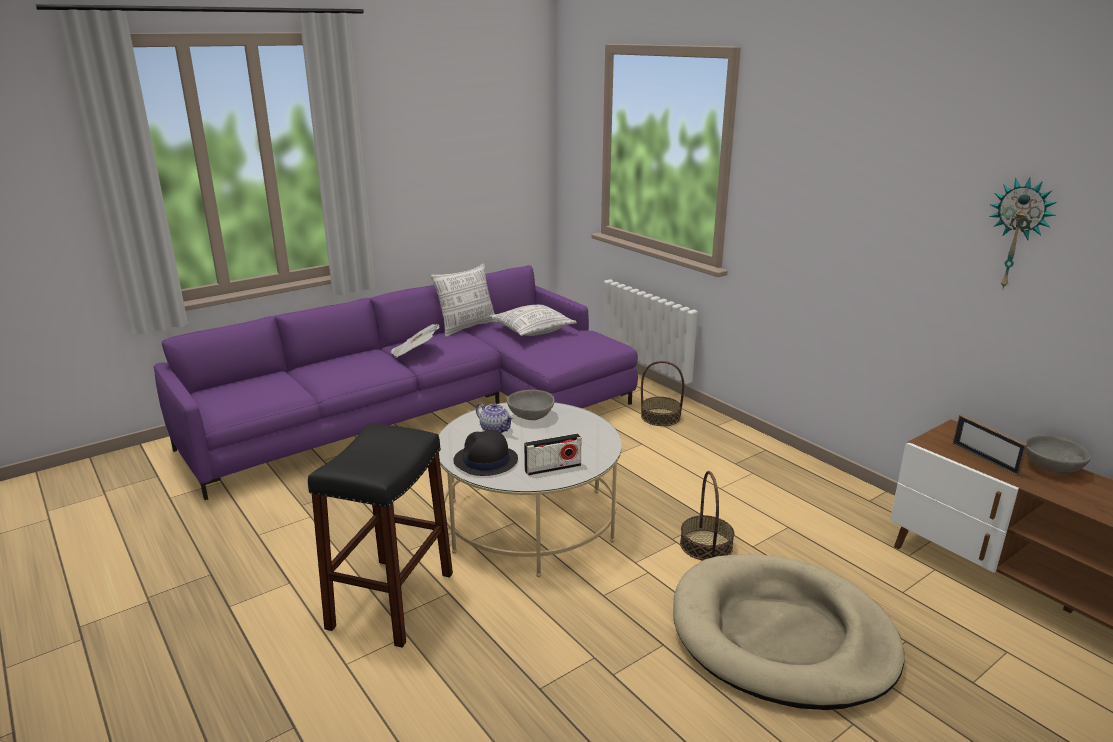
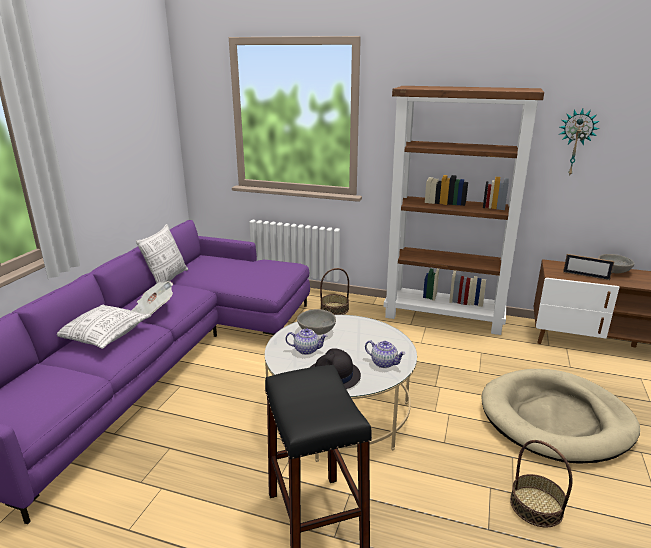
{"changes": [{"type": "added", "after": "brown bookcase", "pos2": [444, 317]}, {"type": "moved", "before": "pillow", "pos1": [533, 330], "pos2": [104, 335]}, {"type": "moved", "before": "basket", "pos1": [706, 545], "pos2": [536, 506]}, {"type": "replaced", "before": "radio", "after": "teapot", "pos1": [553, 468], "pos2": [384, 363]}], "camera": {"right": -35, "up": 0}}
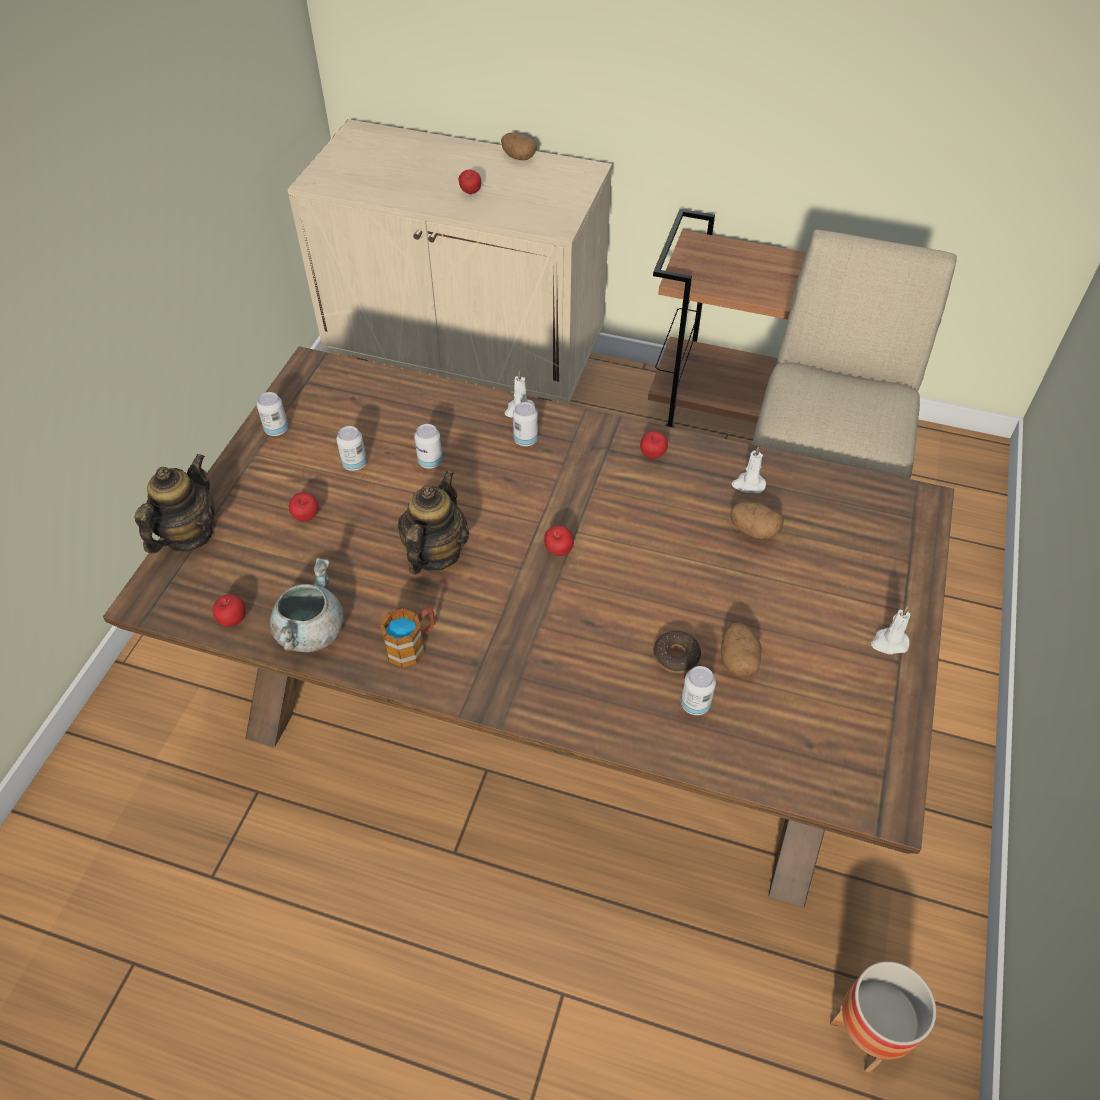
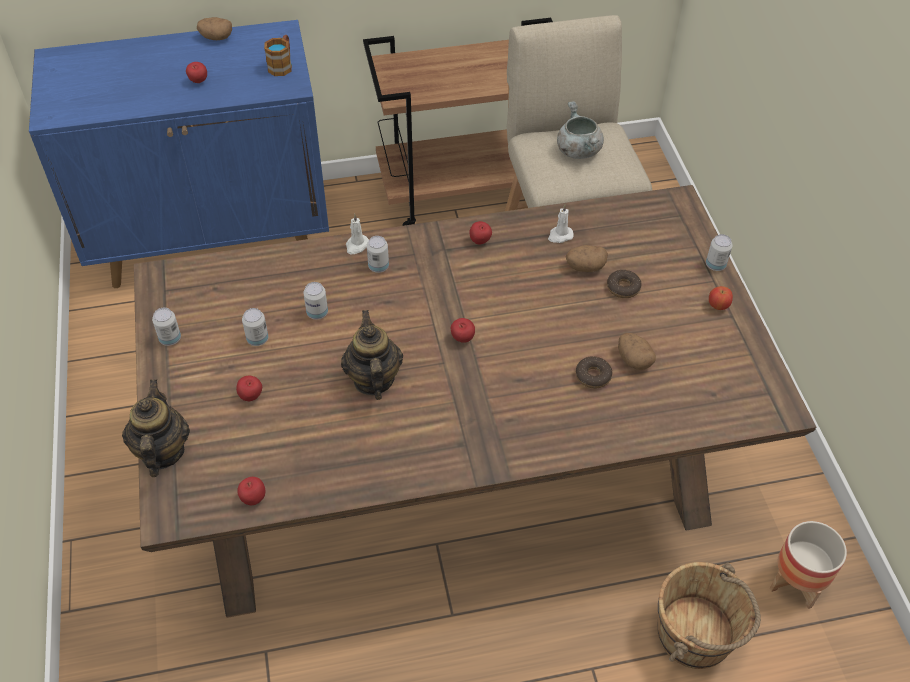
{"changes": [{"type": "added", "after": "donut", "pos2": [623, 287]}, {"type": "added", "after": "brown bucket", "pos2": [695, 634]}, {"type": "moved", "before": "grey cooking pot", "pos1": [310, 631], "pos2": [577, 150]}, {"type": "moved", "before": "mug", "pos1": [412, 645], "pos2": [282, 65]}, {"type": "moved", "before": "can", "pos1": [695, 704], "pos2": [715, 265]}, {"type": "replaced", "before": "white candle", "after": "apple", "pos1": [889, 642], "pos2": [718, 306]}, {"type": "recoloured", "before": "beige cabinet", "after": "blue cabinet", "pos1": [470, 373], "pos2": [213, 238]}], "camera": {"right": -30, "up": 0}}
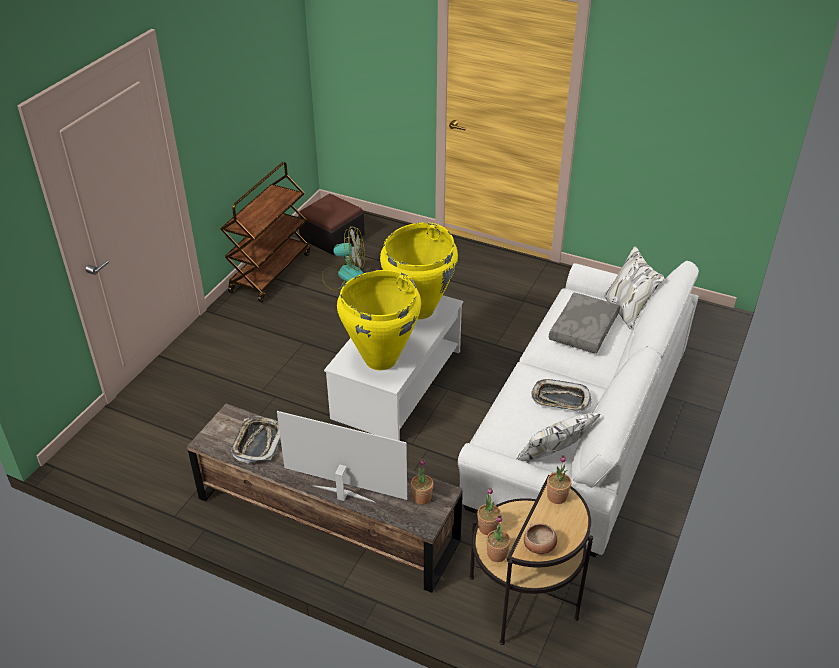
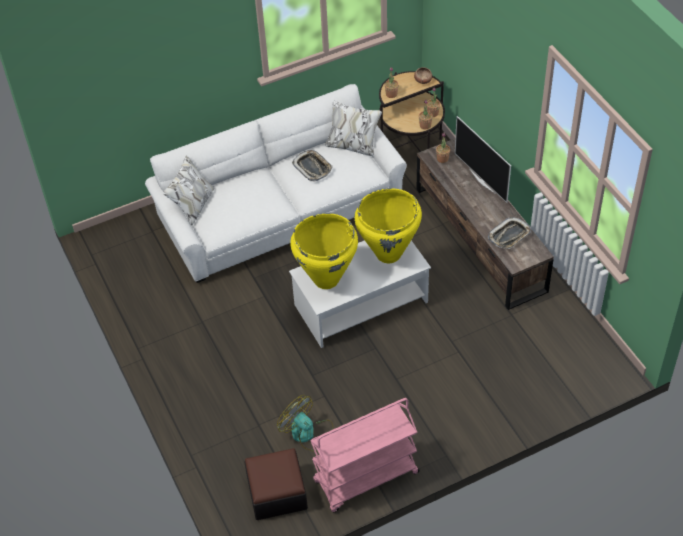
{"changes": [{"type": "removed", "before": "grey pillow", "pos1": [584, 330]}, {"type": "recoloured", "before": "brown cart", "after": "pink cart", "pos1": [270, 272], "pos2": [365, 478]}], "camera": {"right": -140, "up": 10}}
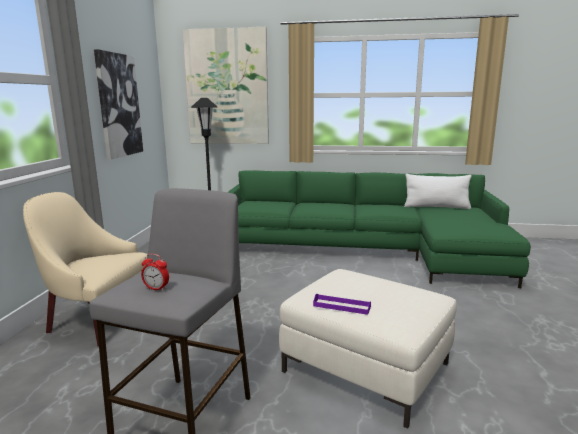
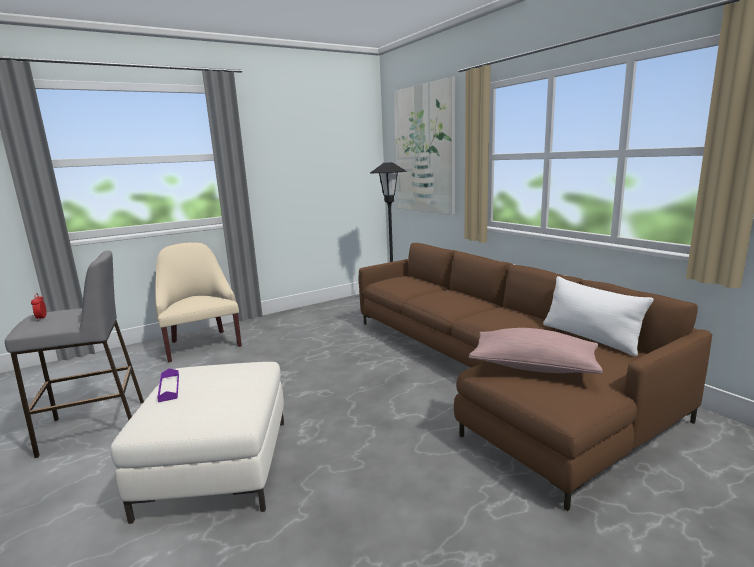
{"changes": [{"type": "removed", "before": "picture", "pos1": [118, 105]}, {"type": "added", "after": "pink pillow", "pos2": [533, 367]}, {"type": "recoloured", "before": "green sofa", "after": "brown sofa", "pos1": [370, 251], "pos2": [491, 372]}], "camera": {"right": 50, "up": 0}}
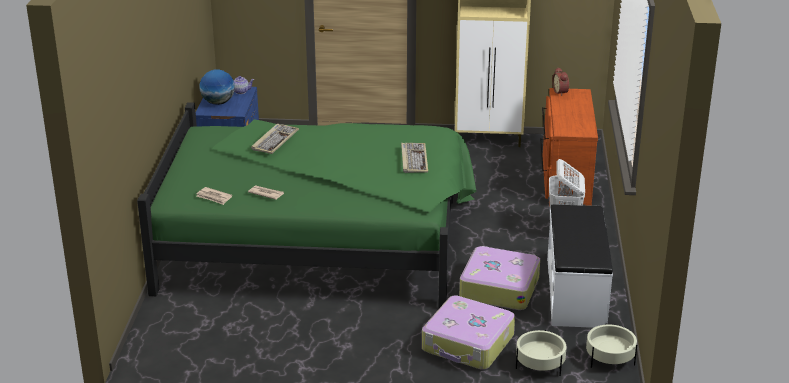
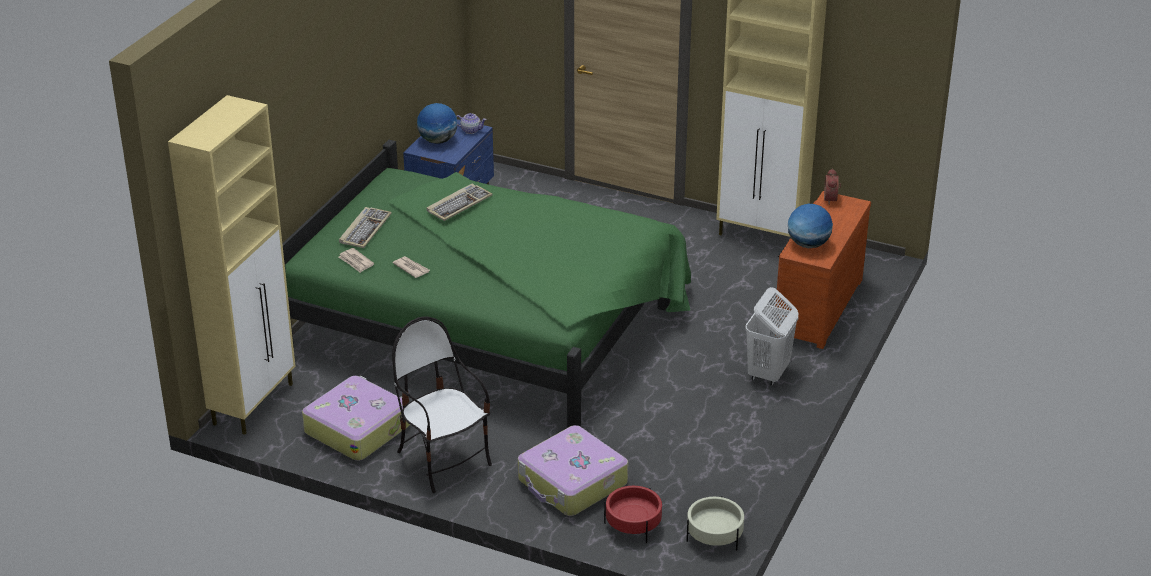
{"changes": [{"type": "removed", "before": "white bench", "pos1": [576, 292]}, {"type": "added", "after": "beige cabinet", "pos2": [254, 403]}, {"type": "added", "after": "chair", "pos2": [443, 460]}, {"type": "added", "after": "globe", "pos2": [808, 244]}, {"type": "moved", "before": "keyboard", "pos1": [413, 159], "pos2": [365, 229]}, {"type": "moved", "before": "suitcase", "pos1": [499, 288], "pos2": [358, 428]}, {"type": "recoloured", "before": "beige planter", "after": "red planter", "pos1": [540, 364], "pos2": [633, 525]}], "camera": {"right": 20, "up": 5}}
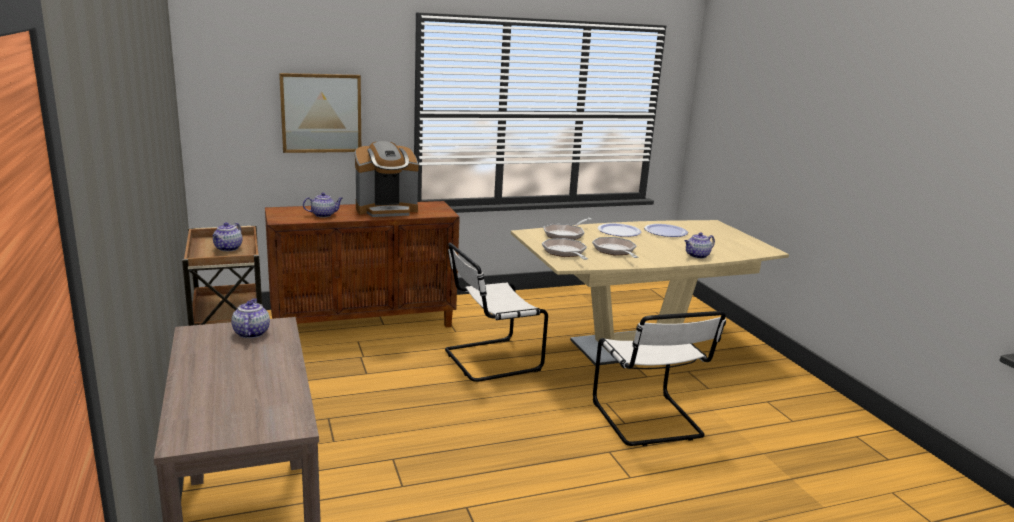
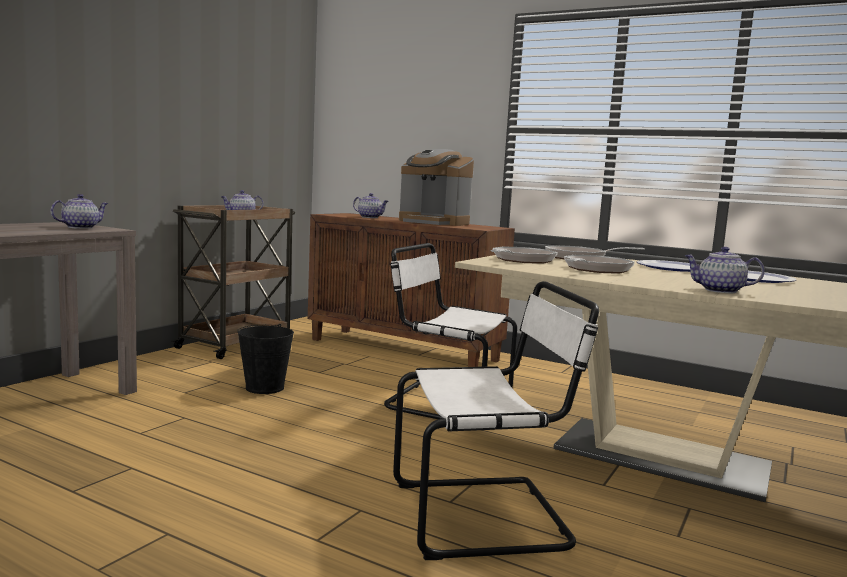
{"changes": [{"type": "removed", "before": "picture", "pos1": [321, 113]}, {"type": "added", "after": "black bucket", "pos2": [265, 388]}, {"type": "turned", "before": "white chair", "pos1": [649, 421], "pos2": [486, 516], "turn": -135}], "camera": {"right": 50, "up": -10}}
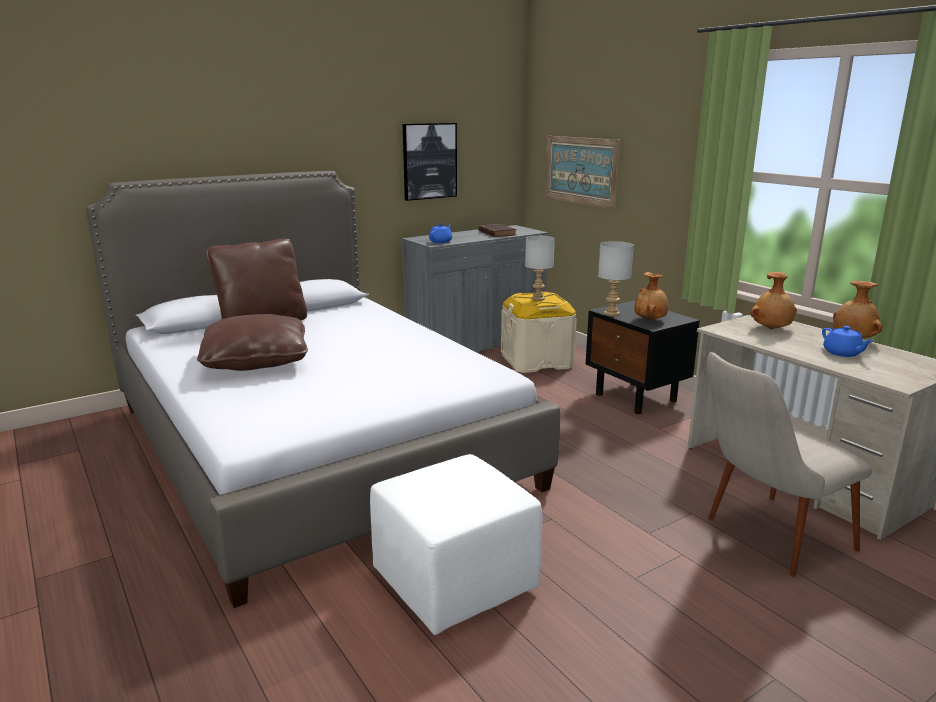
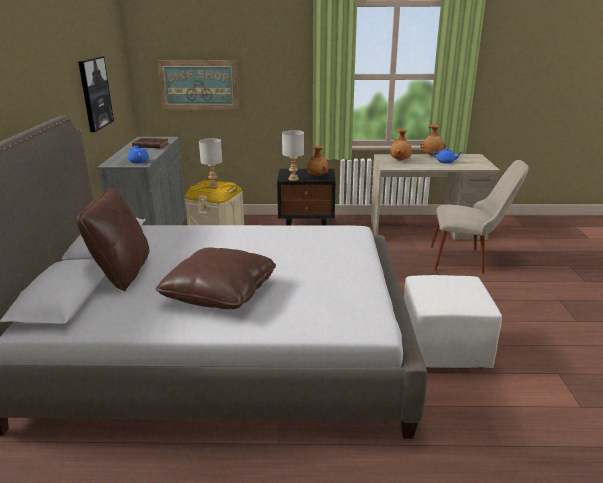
{"changes": [{"type": "turned", "before": "beige chair", "pos1": [764, 539], "pos2": [468, 260], "turn": -90}], "camera": {"right": -55, "up": 5}}
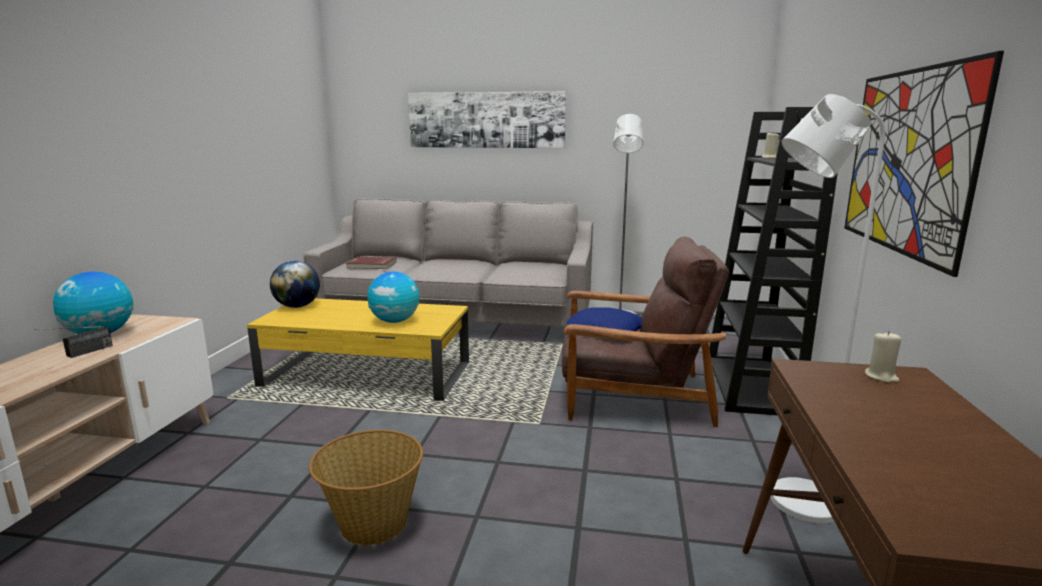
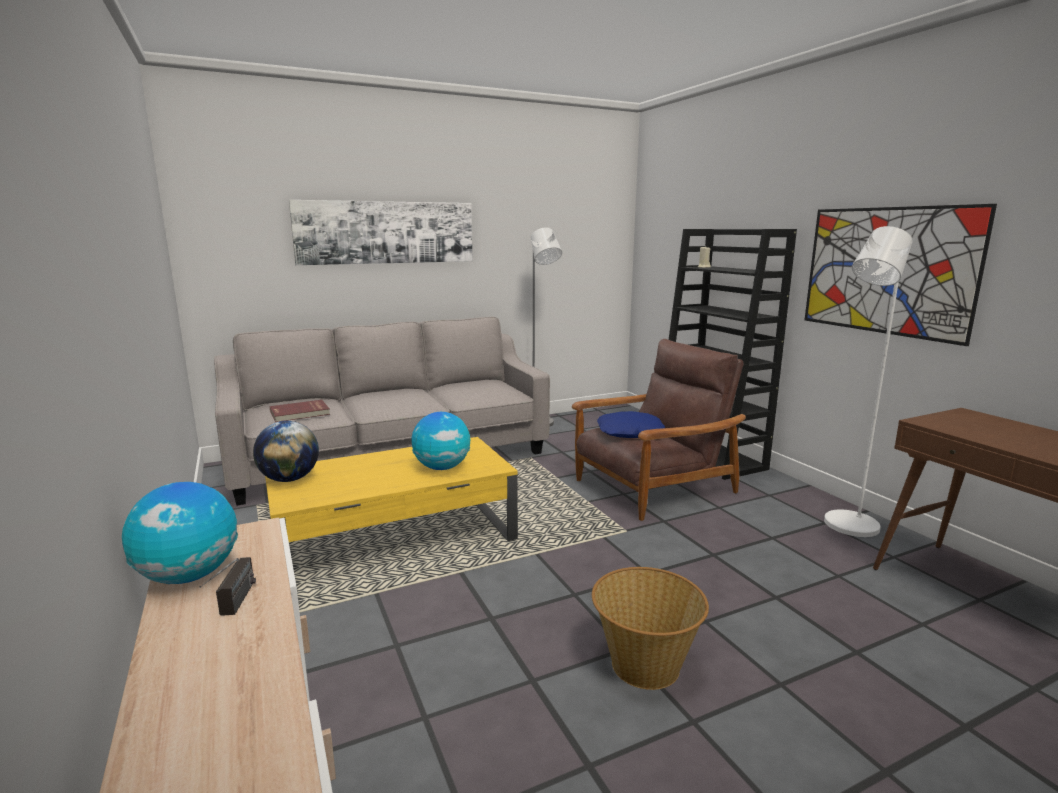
{"changes": [{"type": "removed", "before": "beige candle", "pos1": [881, 377]}], "camera": {"right": -35, "up": 0}}
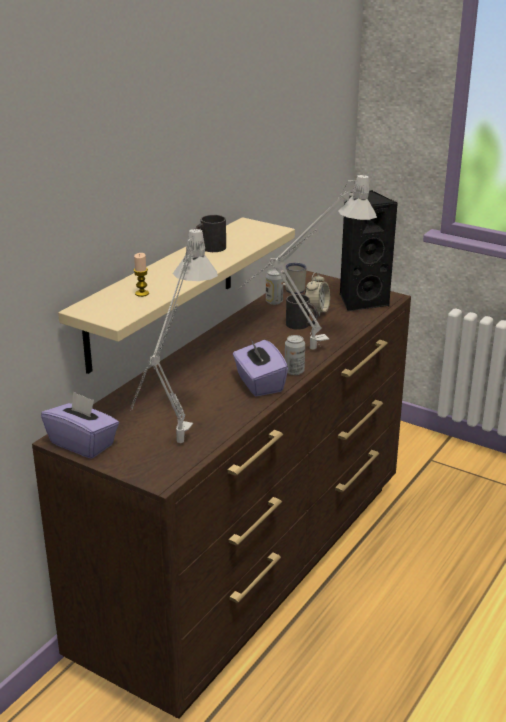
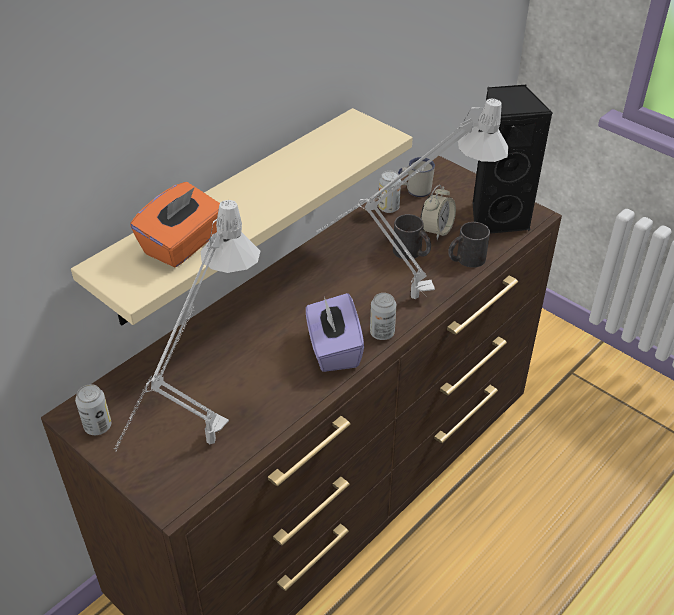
{"changes": [{"type": "moved", "before": "black mug", "pos1": [209, 248], "pos2": [465, 259]}, {"type": "replaced", "before": "purple tissue box", "after": "can", "pos1": [83, 444], "pos2": [98, 426]}, {"type": "replaced", "before": "candle", "after": "orange tissue box", "pos1": [142, 293], "pos2": [182, 245]}], "camera": {"right": 10, "up": 15}}
